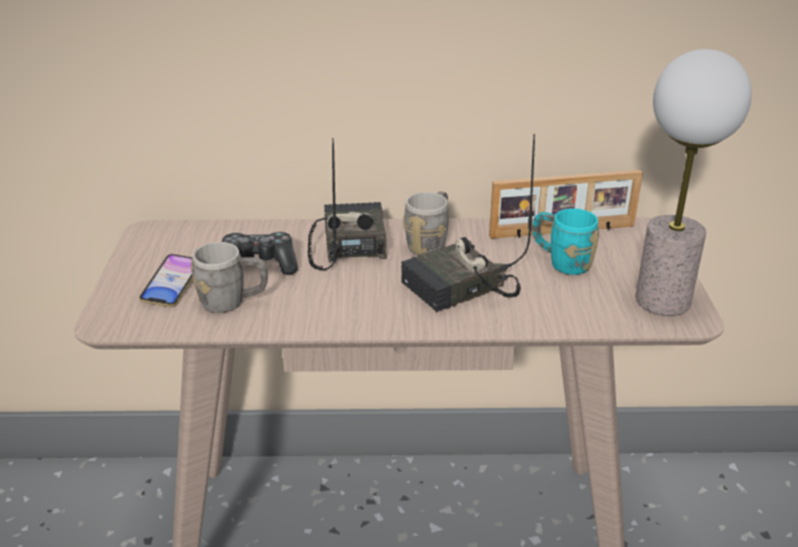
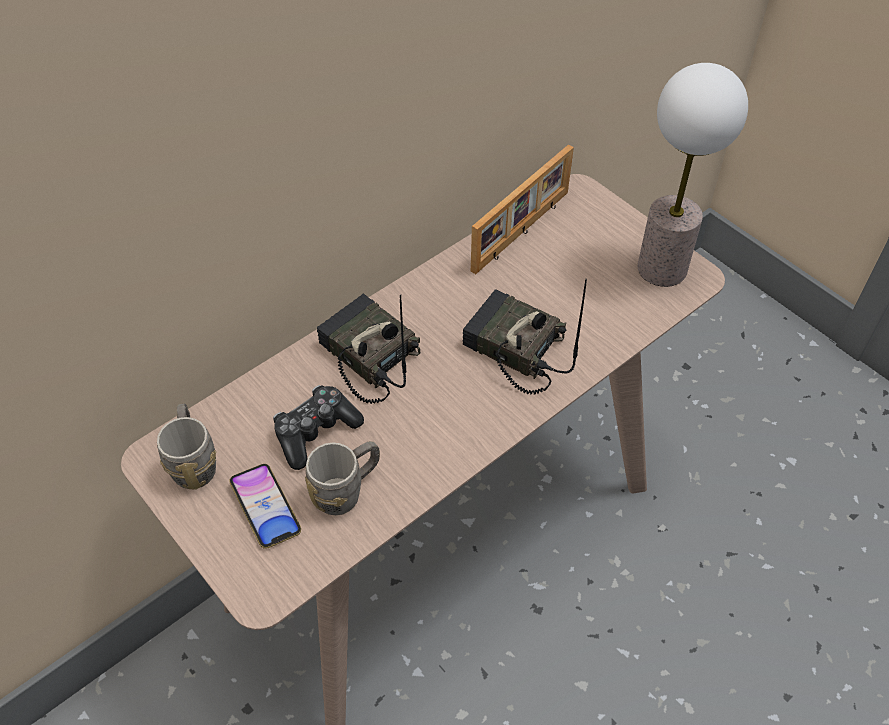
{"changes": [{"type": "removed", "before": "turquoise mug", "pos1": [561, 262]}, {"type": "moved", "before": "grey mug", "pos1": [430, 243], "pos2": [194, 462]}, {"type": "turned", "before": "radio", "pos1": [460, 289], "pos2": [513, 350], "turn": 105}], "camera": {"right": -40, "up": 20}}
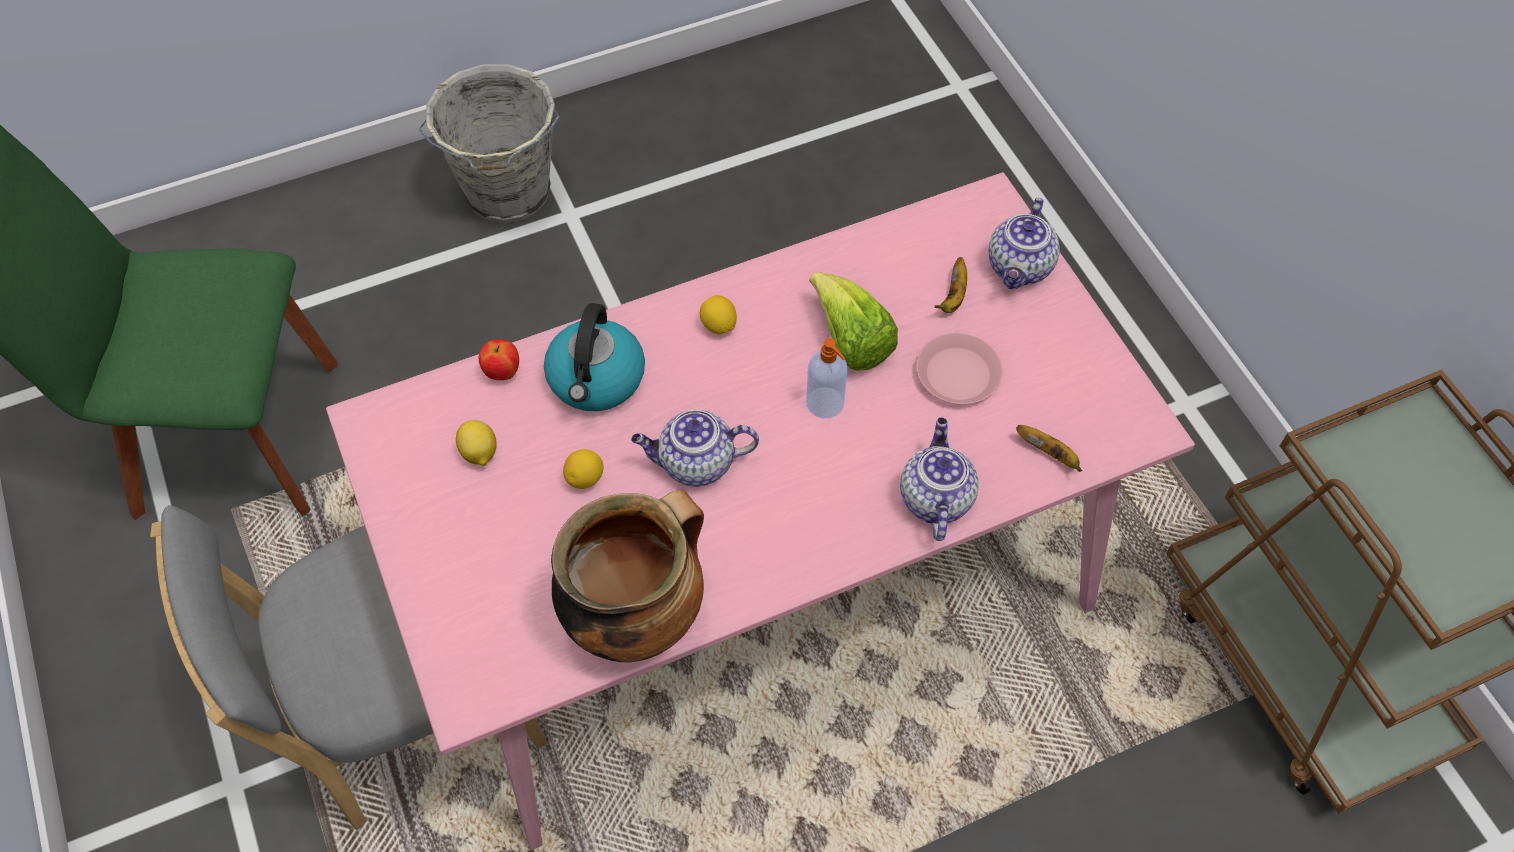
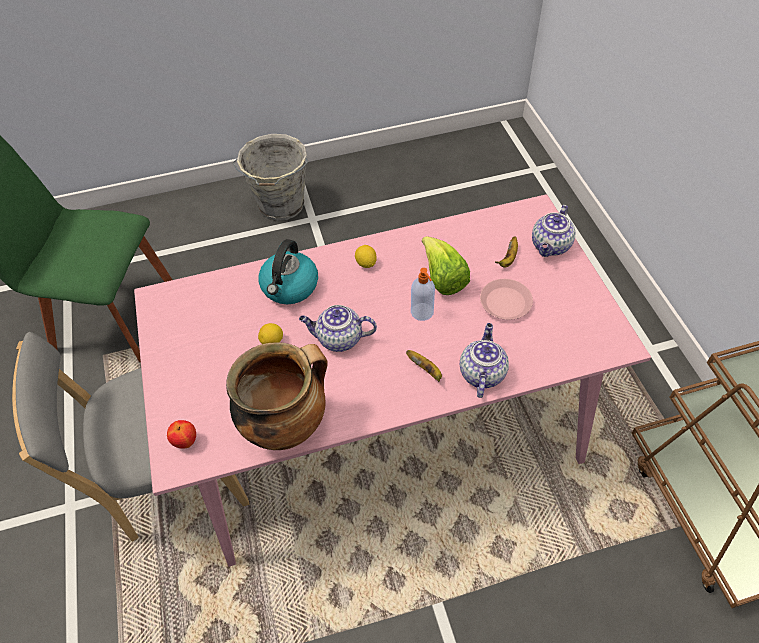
{"changes": [{"type": "removed", "before": "lemon", "pos1": [479, 453]}, {"type": "moved", "before": "apple", "pos1": [502, 373], "pos2": [186, 441]}, {"type": "moved", "before": "banana", "pos1": [1049, 453], "pos2": [426, 370]}], "camera": {"right": 10, "up": -5}}
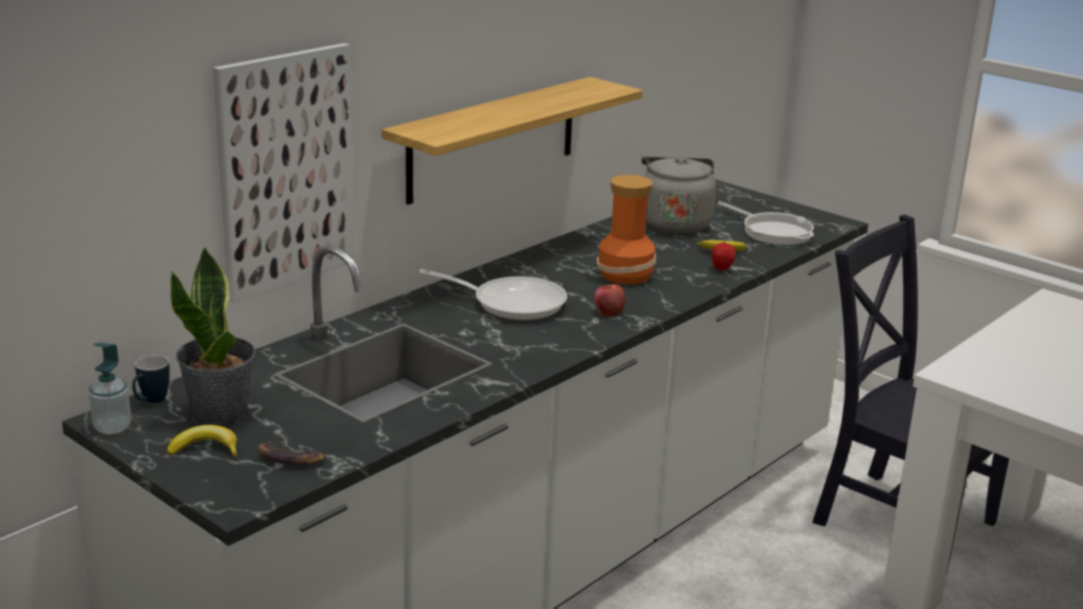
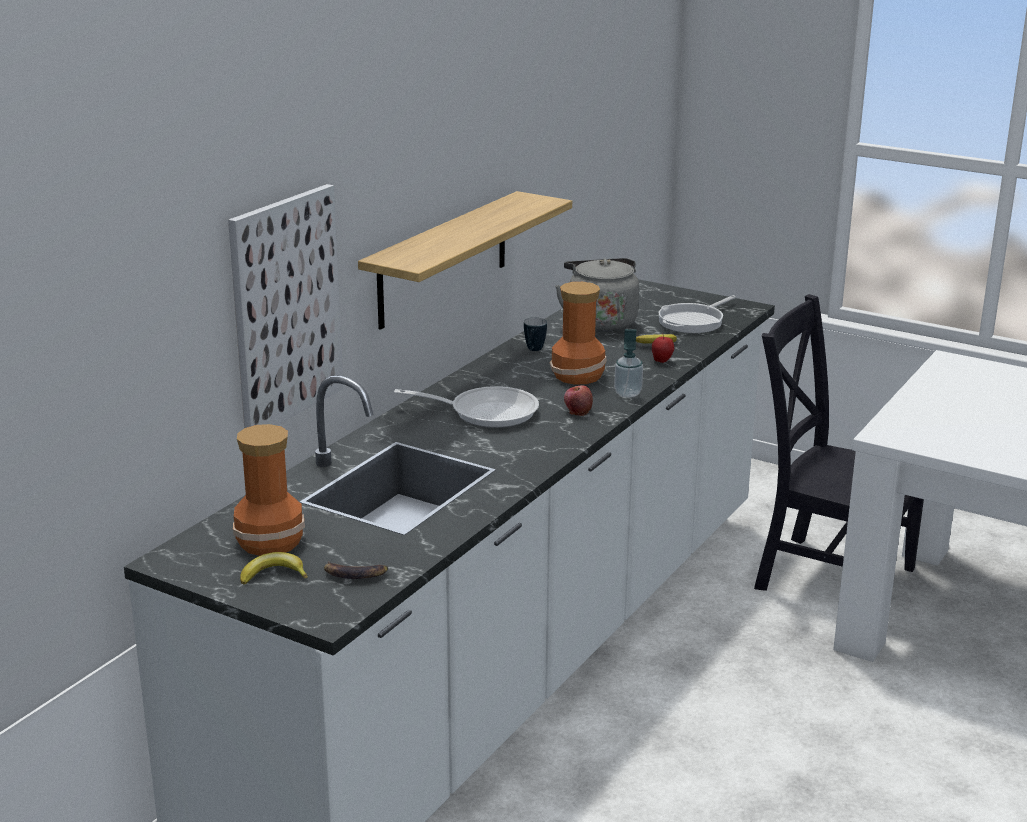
{"changes": [{"type": "moved", "before": "soap dispenser", "pos1": [112, 427], "pos2": [627, 393]}, {"type": "moved", "before": "mug", "pos1": [151, 402], "pos2": [534, 350]}, {"type": "replaced", "before": "potted plant", "after": "vase", "pos1": [220, 414], "pos2": [270, 542]}, {"type": "turned", "before": "frying pan", "pos1": [773, 232], "pos2": [693, 321], "turn": 90}], "camera": {"right": -10, "up": 0}}
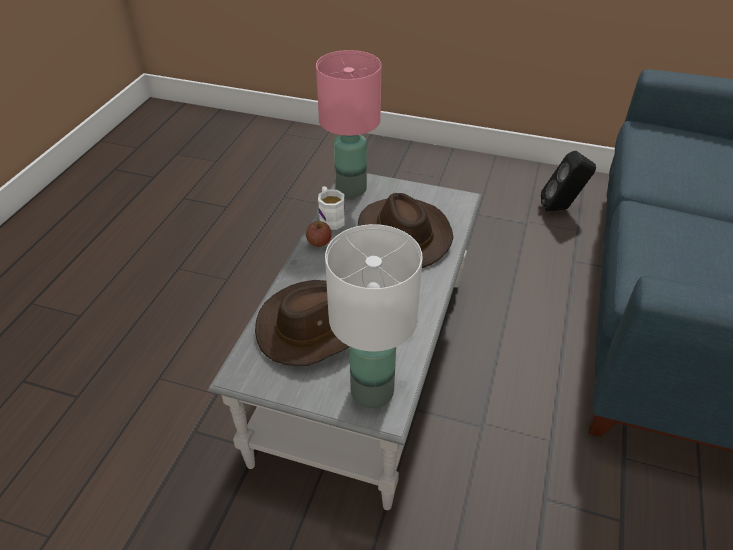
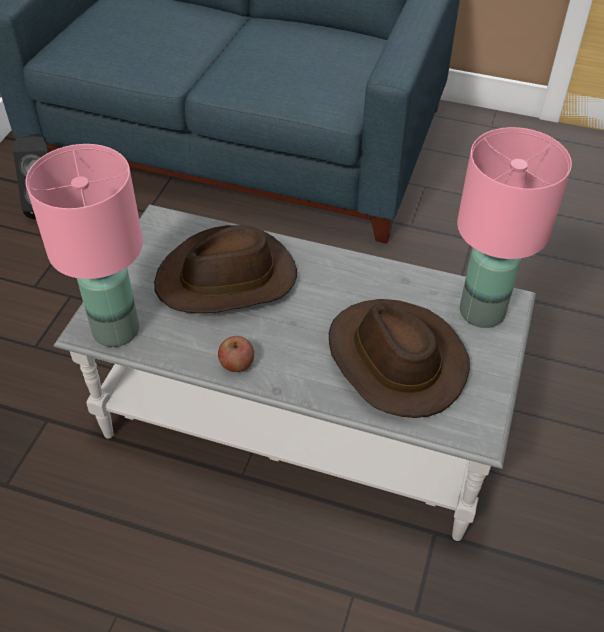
{"changes": [{"type": "removed", "before": "white mug", "pos1": [330, 218]}, {"type": "recoloured", "before": "white table lamp", "after": "pink table lamp", "pos1": [371, 391], "pos2": [482, 313]}], "camera": {"right": -90, "up": 5}}
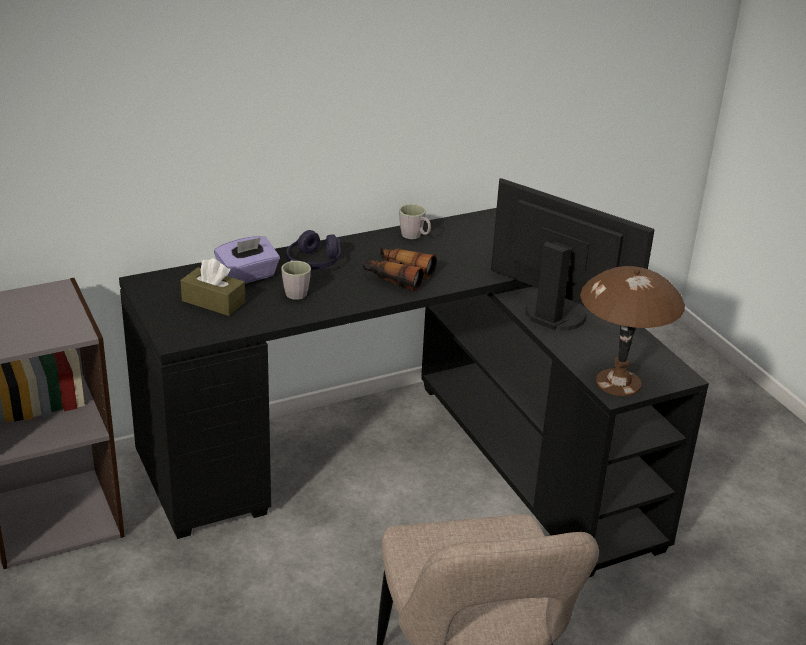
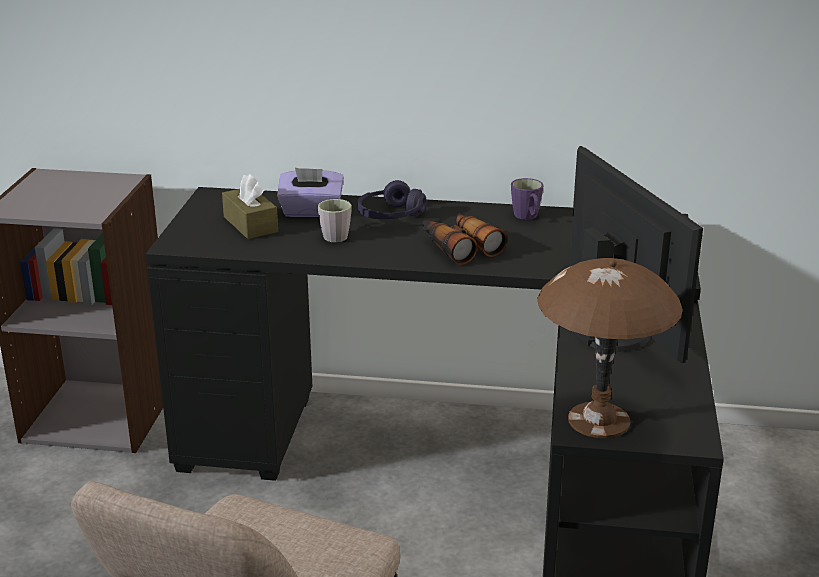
{"changes": [{"type": "recoloured", "before": "grey mug", "after": "purple mug", "pos1": [415, 236], "pos2": [527, 217]}], "camera": {"right": 35, "up": -5}}
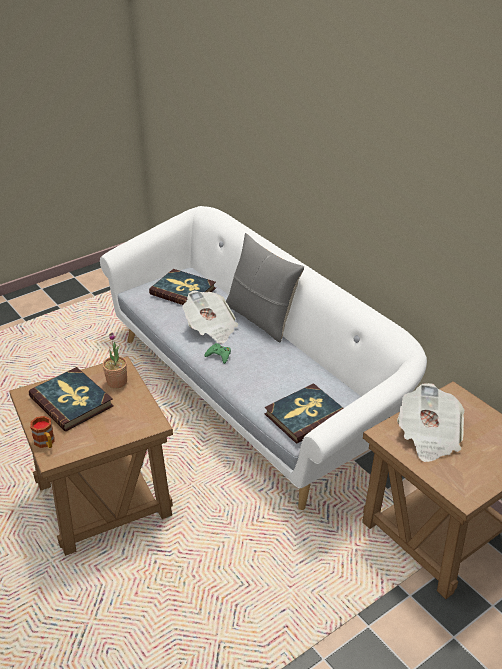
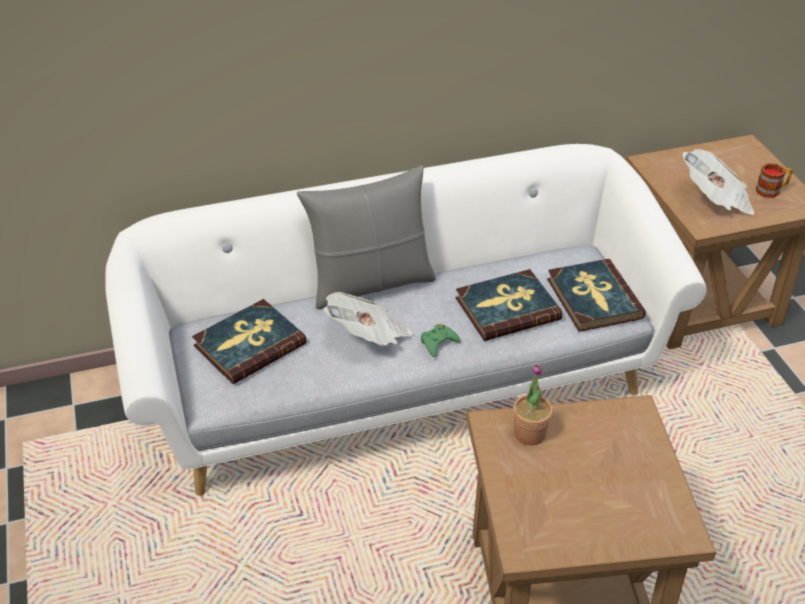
{"changes": [{"type": "moved", "before": "book", "pos1": [72, 401], "pos2": [507, 308]}, {"type": "moved", "before": "mug", "pos1": [46, 443], "pos2": [772, 190]}], "camera": {"right": -70, "up": 5}}
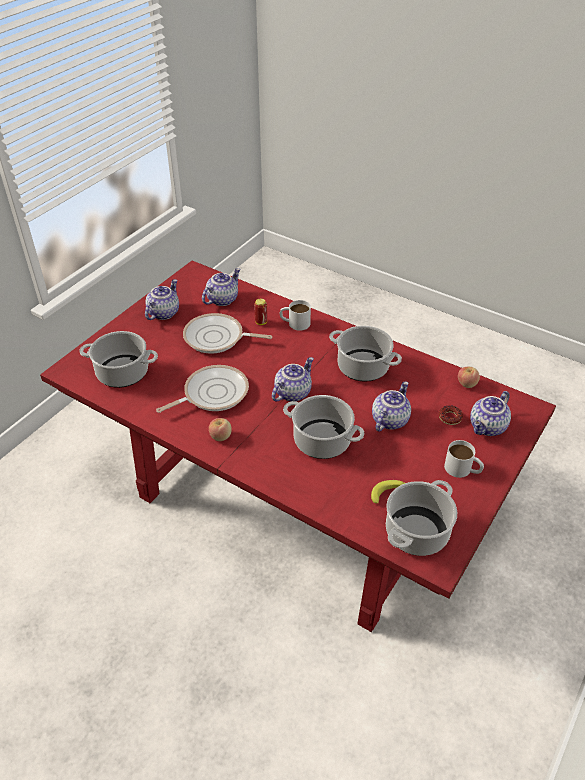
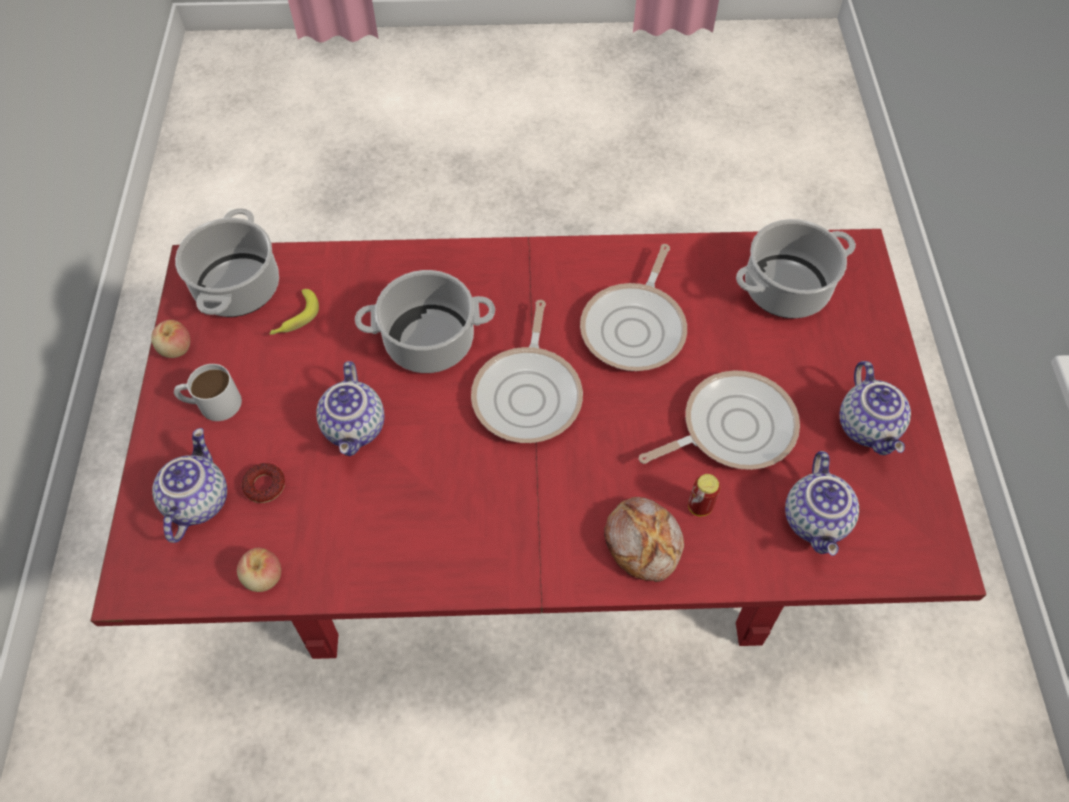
{"changes": [{"type": "removed", "before": "cooking pot", "pos1": [362, 367]}, {"type": "moved", "before": "apple", "pos1": [220, 436], "pos2": [176, 349]}, {"type": "replaced", "before": "teapot", "after": "frying pan", "pos1": [292, 392], "pos2": [529, 394]}, {"type": "replaced", "before": "white mug", "after": "bread", "pos1": [295, 323], "pos2": [644, 542]}], "camera": {"right": 145, "up": 15}}
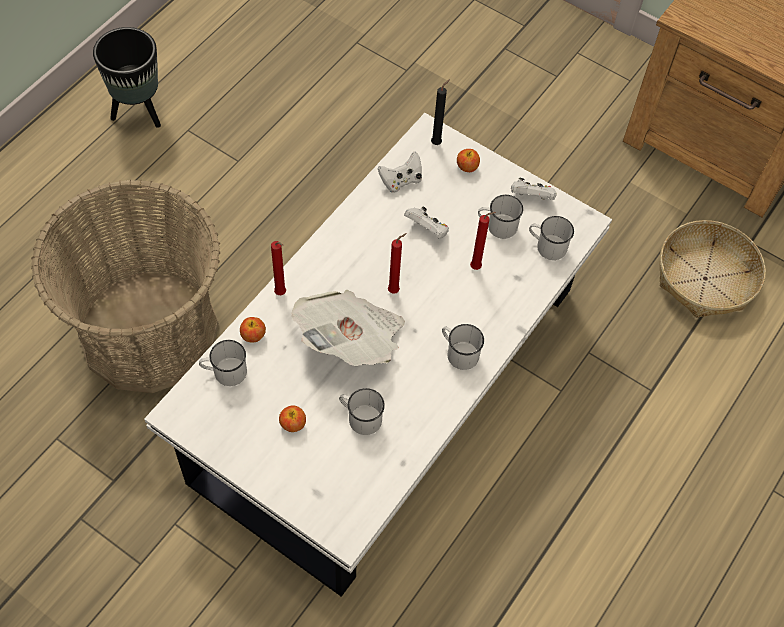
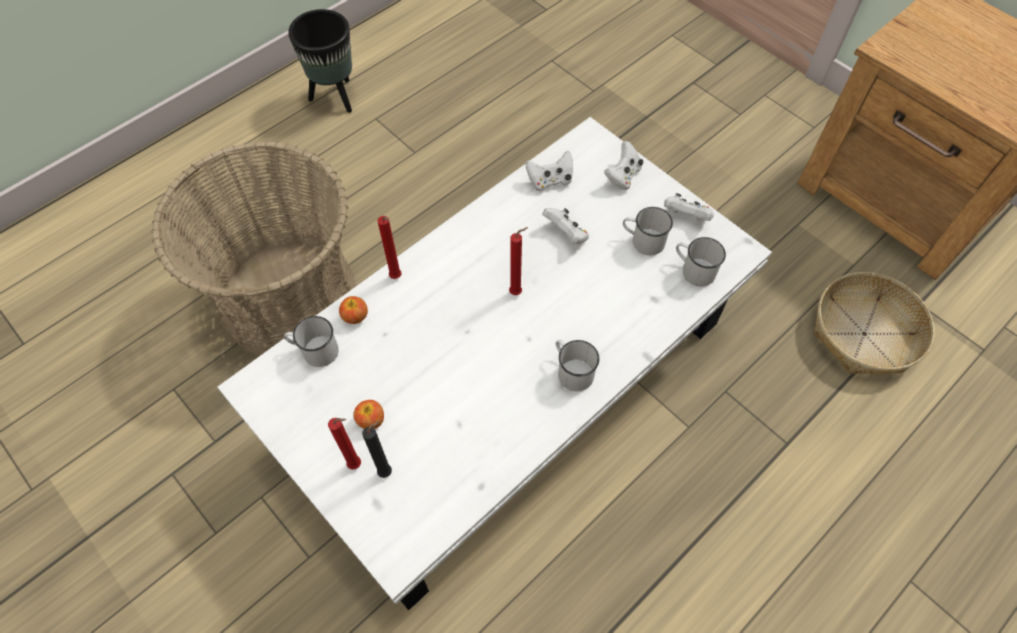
{"changes": [{"type": "removed", "before": "newspaper", "pos1": [352, 341]}, {"type": "removed", "before": "white mug", "pos1": [360, 417]}, {"type": "moved", "before": "black candle", "pos1": [437, 142], "pos2": [387, 471]}, {"type": "moved", "before": "red candle", "pos1": [477, 267], "pos2": [357, 465]}, {"type": "replaced", "before": "apple", "after": "white game controller", "pos1": [467, 167], "pos2": [623, 176]}], "camera": {"right": 15, "up": 0}}
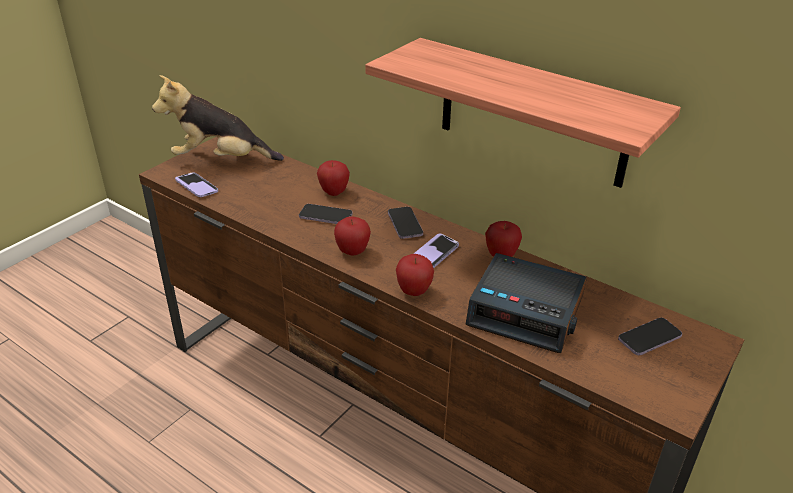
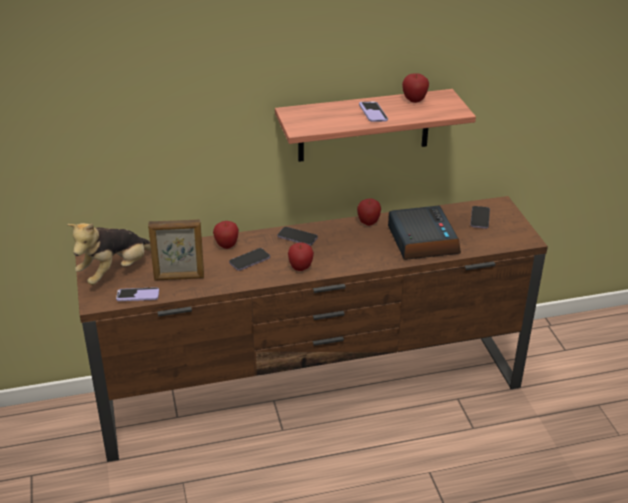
{"changes": [{"type": "added", "after": "picture frame", "pos2": [179, 278]}, {"type": "moved", "before": "apple", "pos1": [414, 291], "pos2": [414, 100]}, {"type": "moved", "before": "phone", "pos1": [434, 253], "pos2": [373, 113]}, {"type": "turned", "before": "alarm clock", "pos1": [527, 311], "pos2": [422, 240], "turn": -75}], "camera": {"right": -50, "up": 0}}
